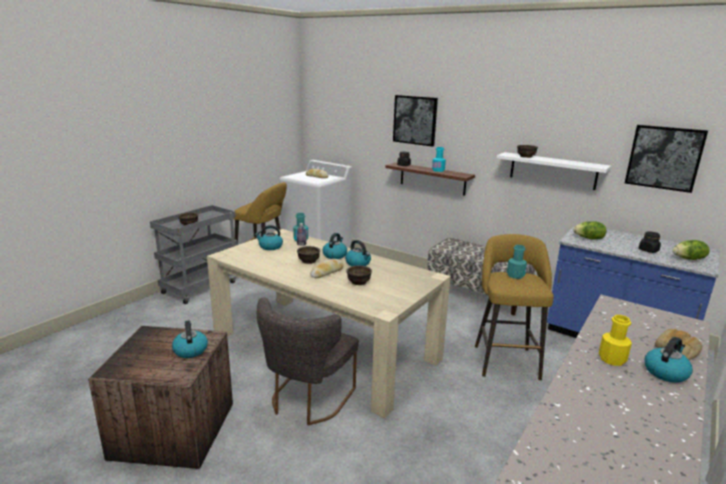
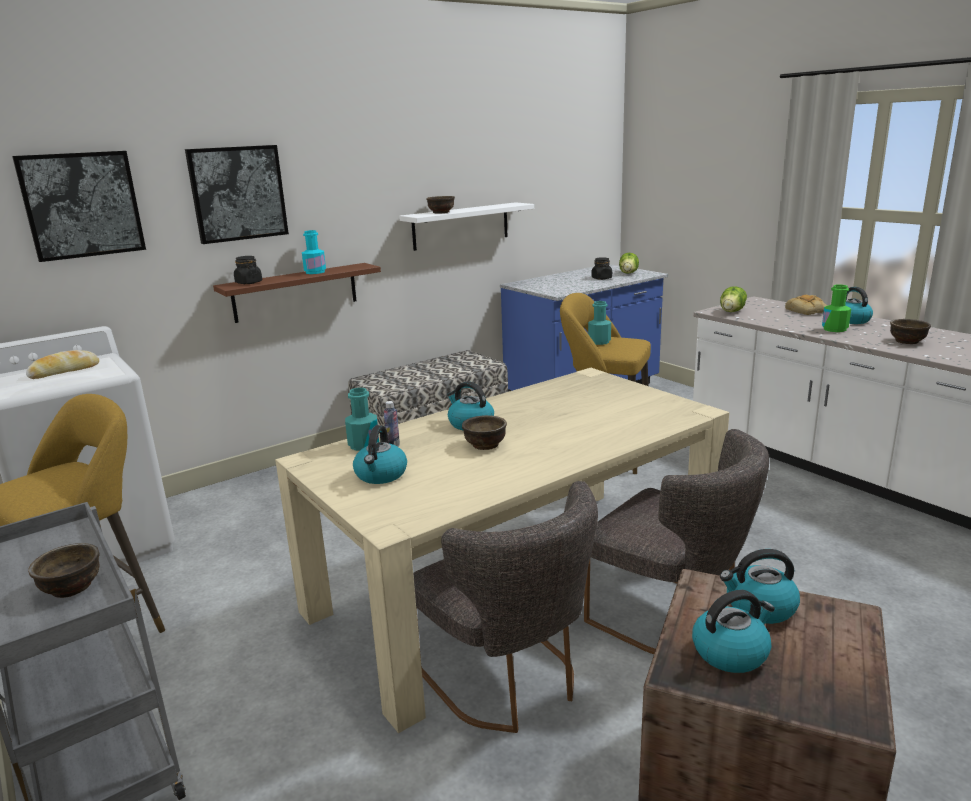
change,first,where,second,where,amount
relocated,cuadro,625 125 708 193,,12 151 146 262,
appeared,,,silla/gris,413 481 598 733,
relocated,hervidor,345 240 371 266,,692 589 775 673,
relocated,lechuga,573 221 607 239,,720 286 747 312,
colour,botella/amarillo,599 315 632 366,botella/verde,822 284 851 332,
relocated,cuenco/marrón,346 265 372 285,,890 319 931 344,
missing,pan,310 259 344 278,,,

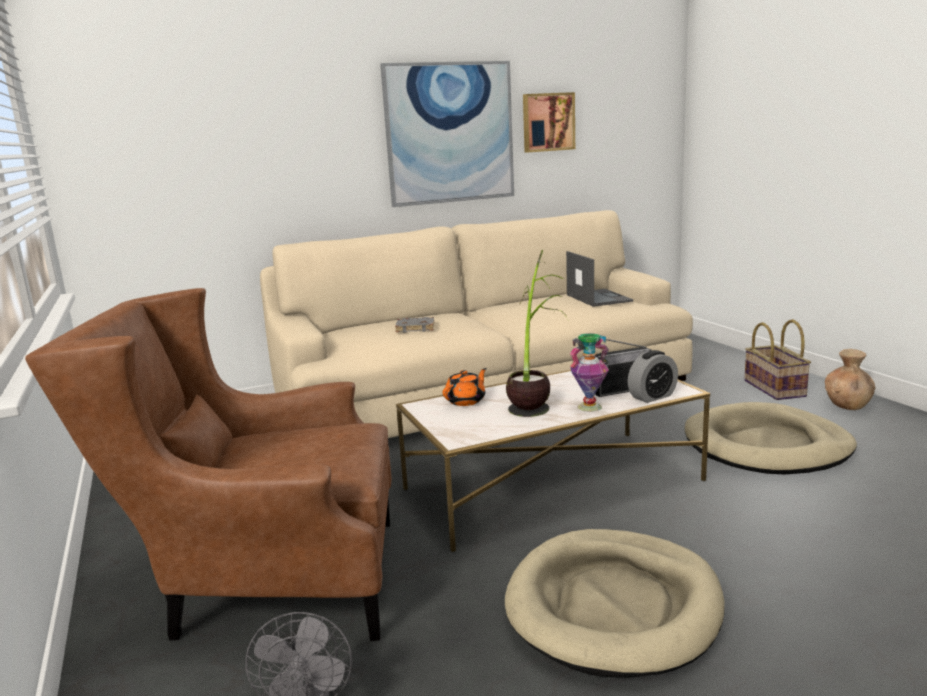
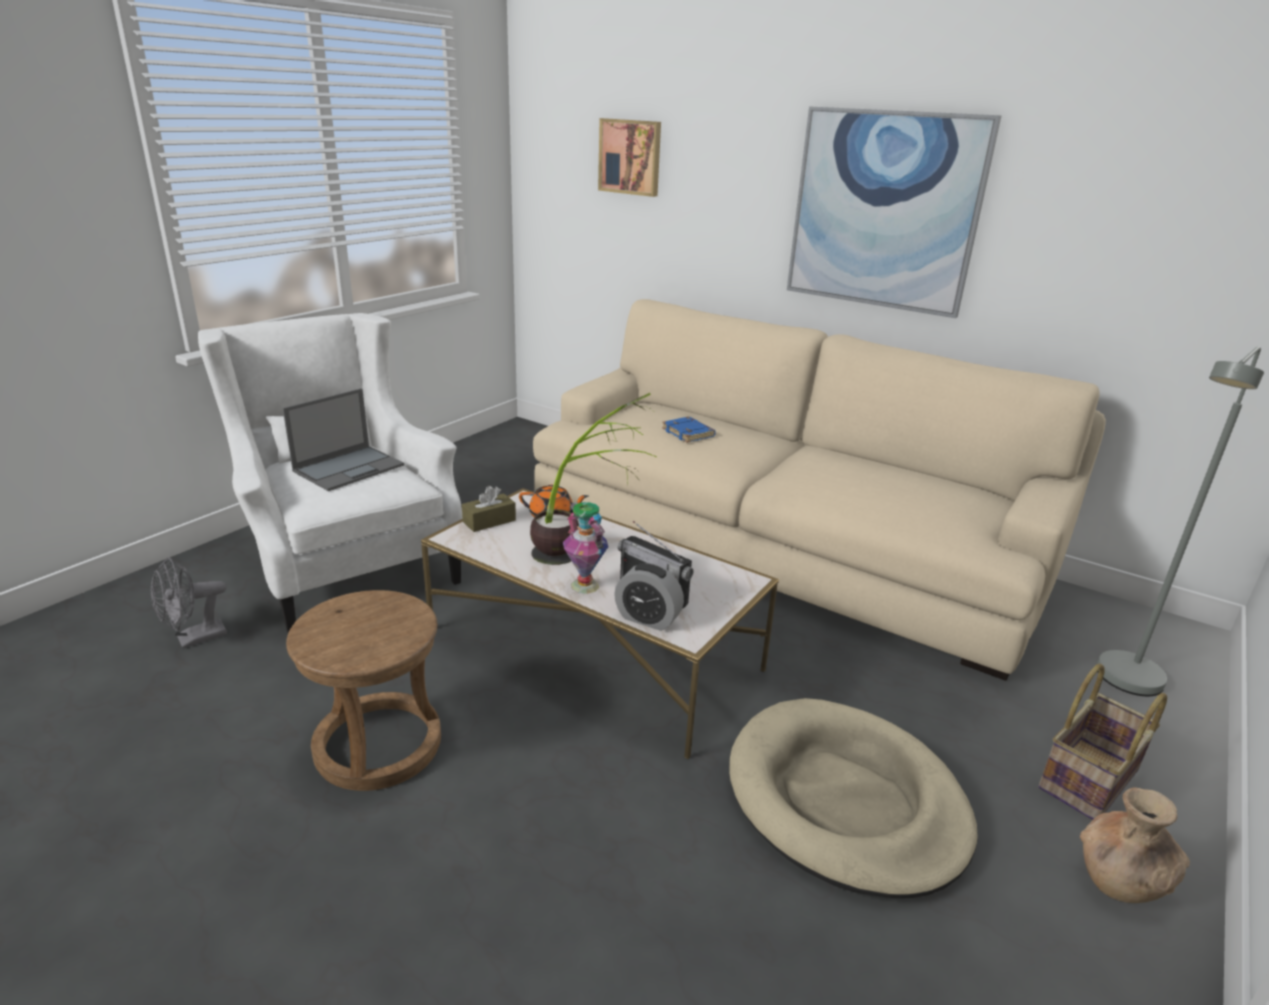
change,first,where,second,where,amount
colour,sillón/marrón,25 288 392 641,sillón/blanco,198 313 462 633,
relocated,portátil,566 251 633 307,,283 388 404 491,
exchanged,cama para perro/beis,505 529 725 678,taburete/marrón,286 590 441 791,
appeared,,,caja de pañuelos/marrón,462 486 516 532,
relocated,cuadro,523 92 575 153,,598 118 661 197,
colour,libro/gris,395 317 434 333,libro/azul,662 417 716 442,
appeared,,,lámpara de pie/gris,1097 347 1264 696,

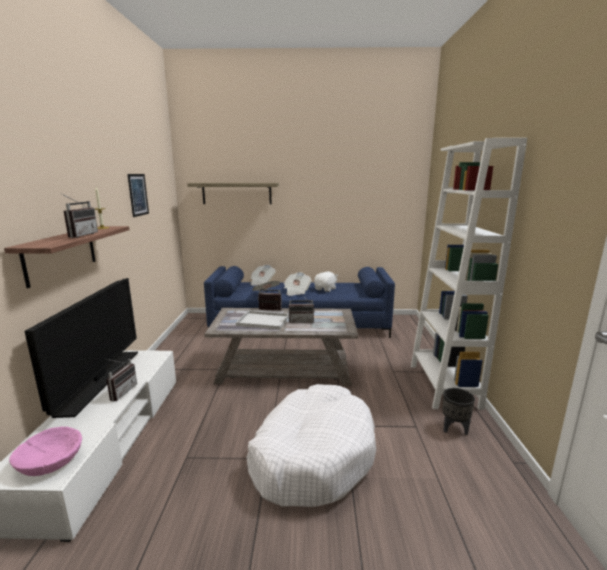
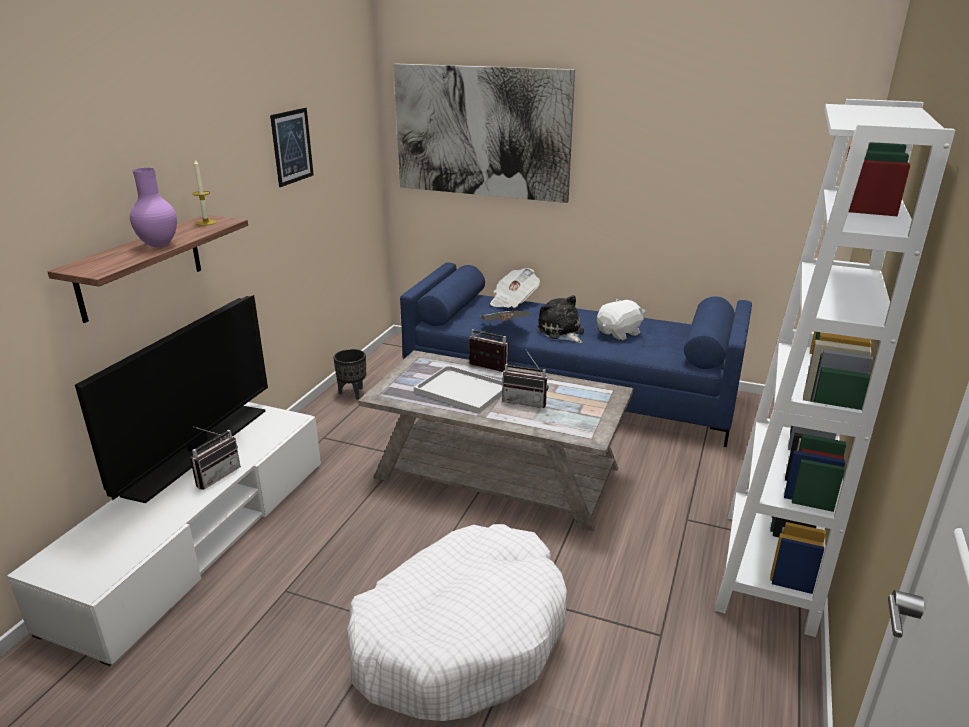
change,first,where,second,where,amount
exchanged,radio,62 194 98 238,florero/morado,130 168 177 247,
relocated,maceta/negro,442 388 475 435,,333 349 366 400,
exchanged,estante,187 183 279 204,cuadro,394 64 575 203,
exchanged,periódico,284 272 312 296,peluche,537 295 584 343,
missing,cuenco/rosa,9 427 82 476,,,

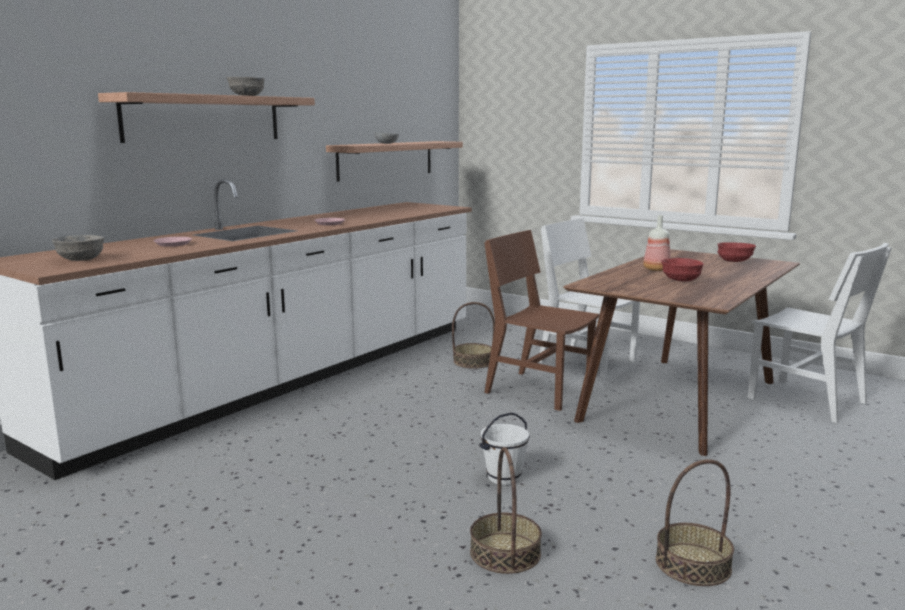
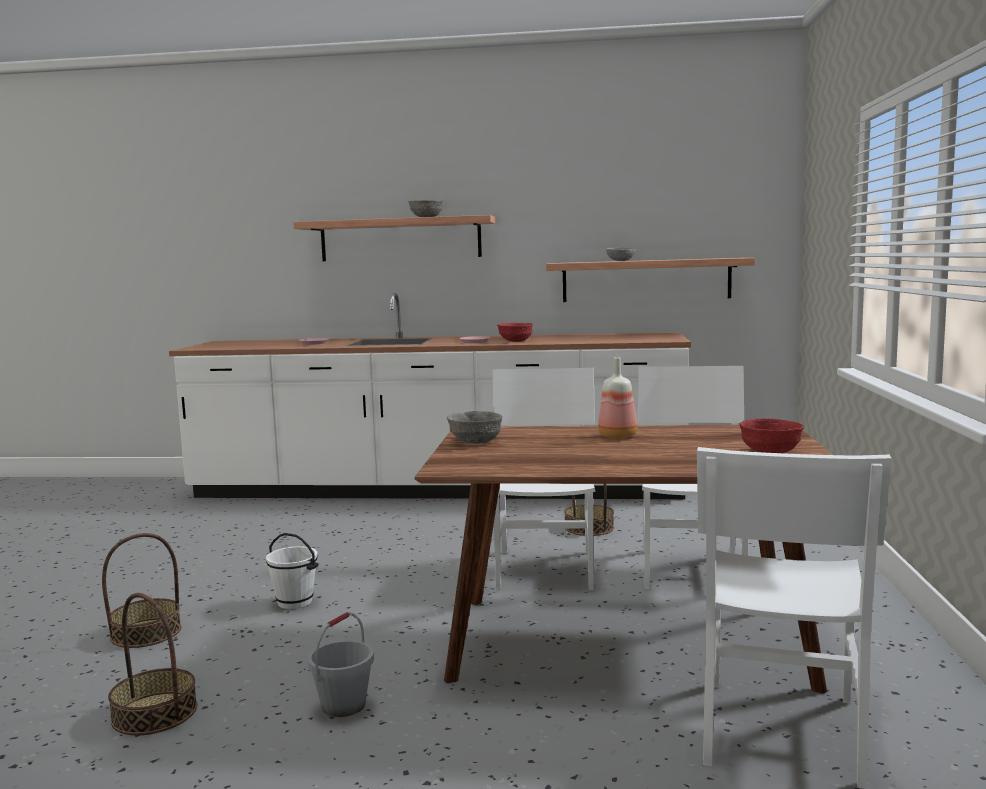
change,first,where,second,where,amount
appeared,,,cubo/gris,307 612 374 717,
relocated,cuenco/gris,52 235 104 261,,447 411 503 443,
colour,silla/marrón,484 230 599 411,silla/blanco,493 368 595 590,
relocated,cuenco/rojo,661 258 704 282,,497 323 533 342,

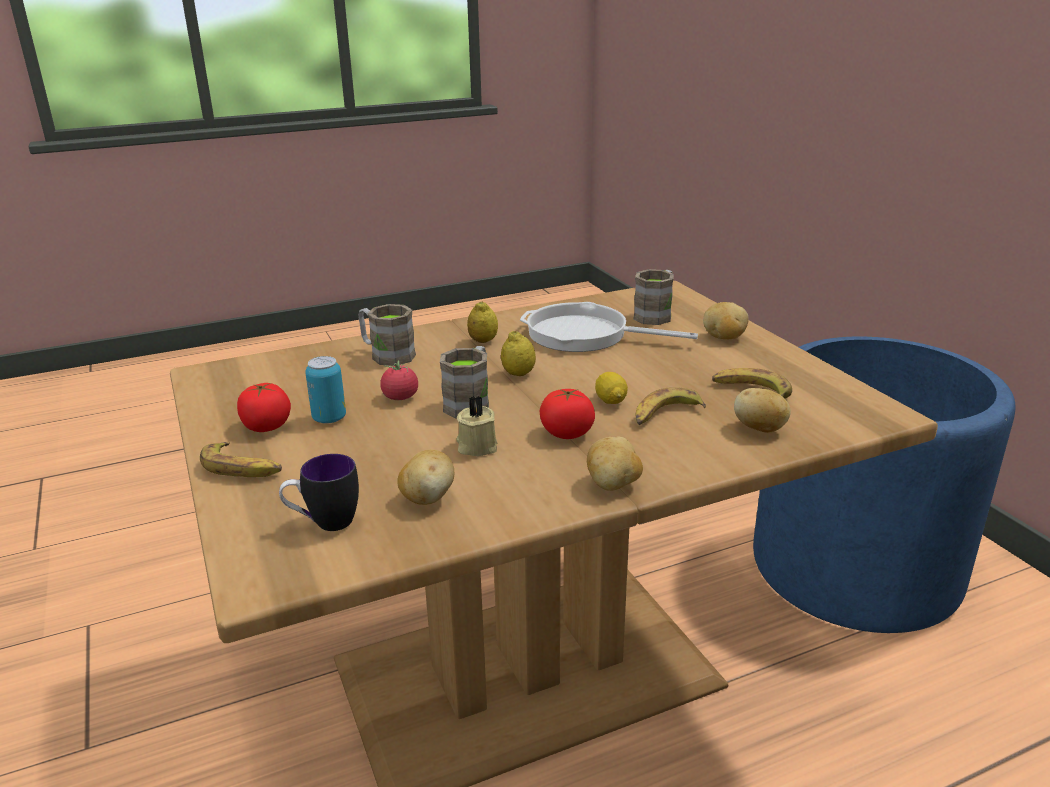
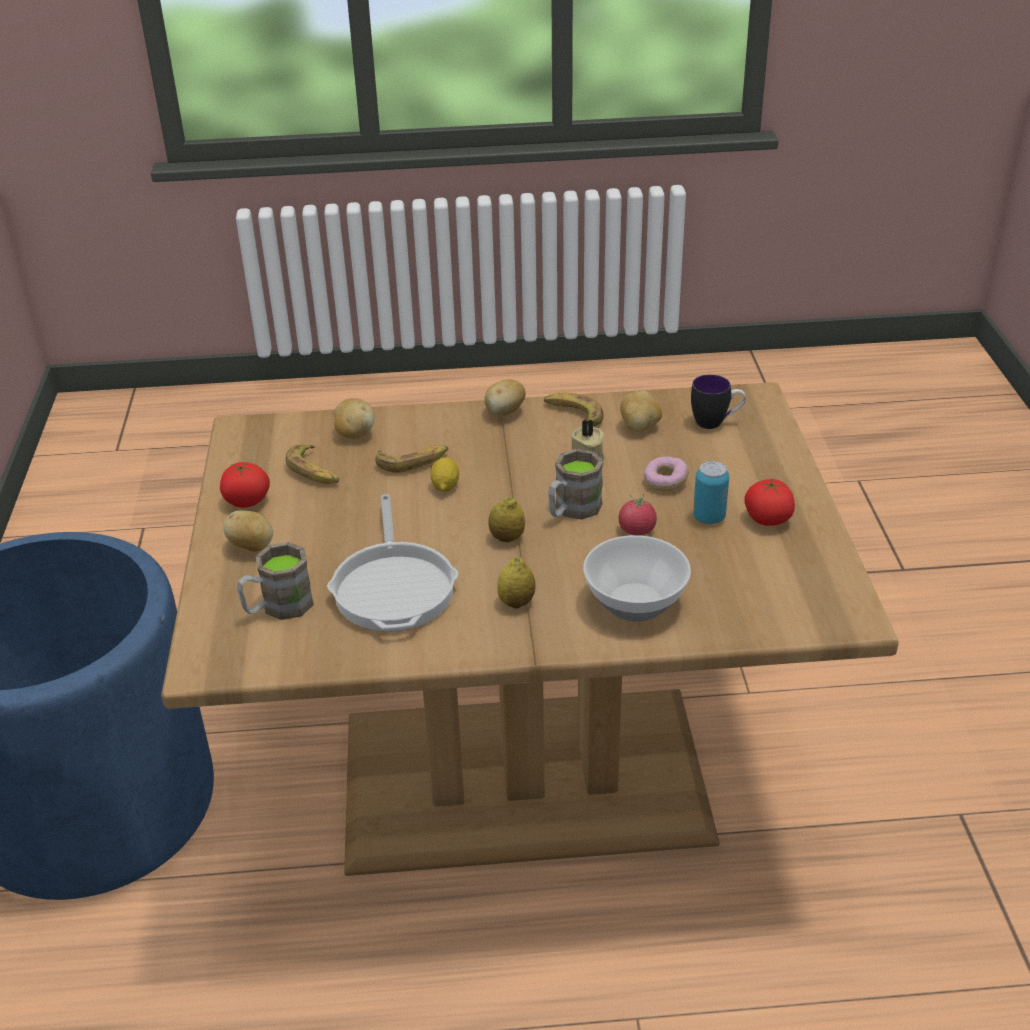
change,first,where,second,where,amount
relocated,tomate,540 389 595 439,,220 462 270 508,
spun,sartén,520 302 698 352,,327 494 459 632,45 degrees clockwise
relocated,plátano,200 442 282 477,,544 392 604 426,
exchanged,taza grande/marrón,358 304 416 366,cuenco,583 535 691 622,
appeared,,,rosquilla,644 457 689 492,

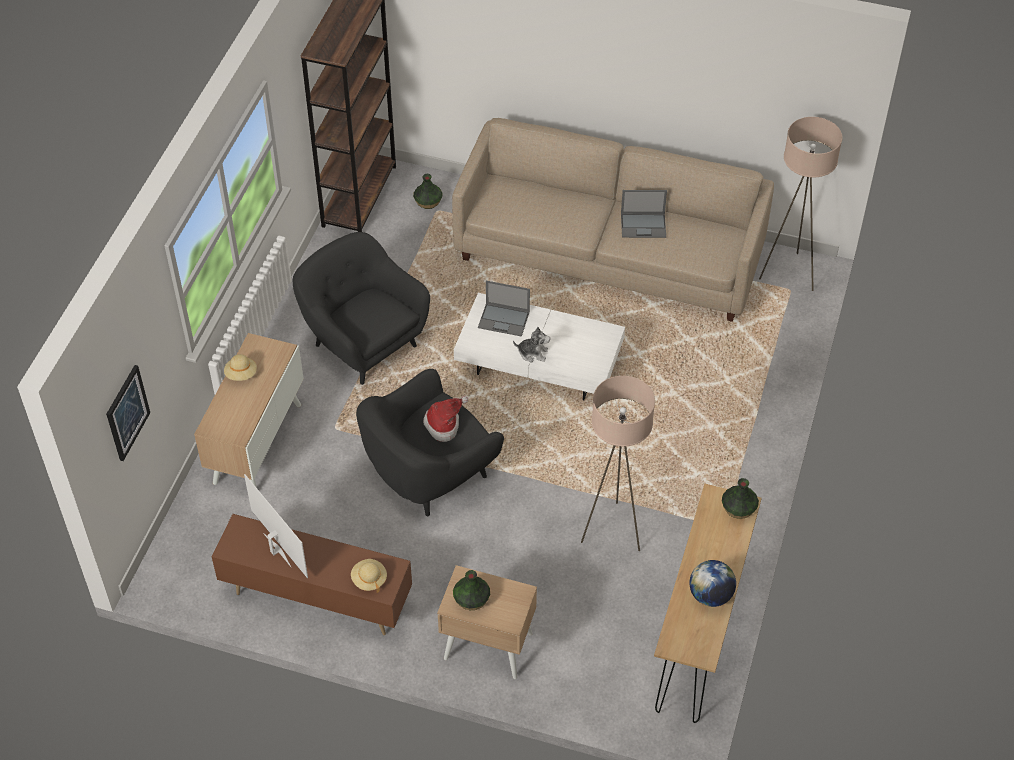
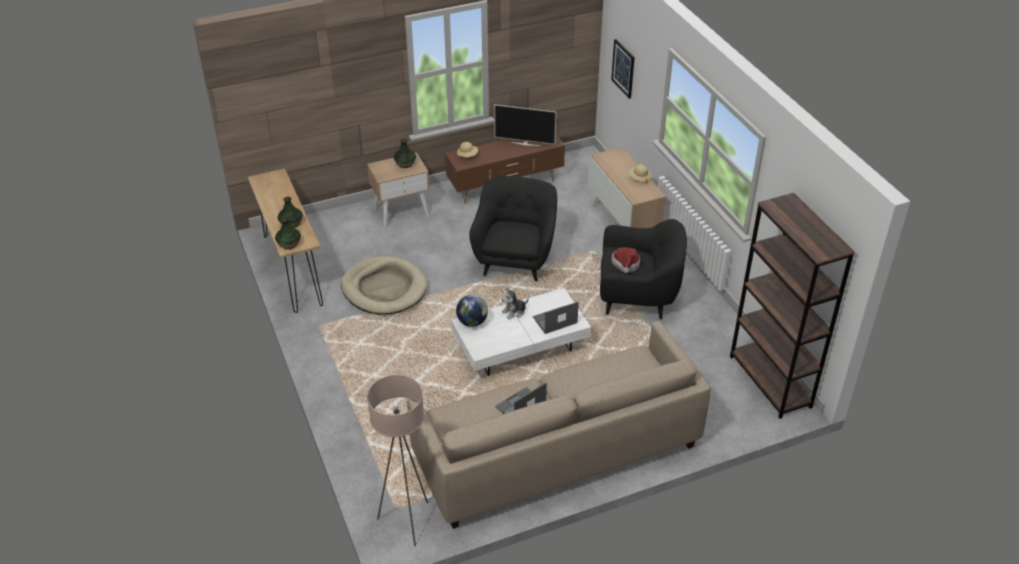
change,first,where,second,where,amount
relocated,florero,413 174 443 209,,277 197 303 228,
exchanged,lámpara de pie/beis,581 376 655 551,cama para perro/beis,341 256 428 314,
relocated,globo terráqueo,689 560 736 607,,456 295 488 327,
relocated,sombrero,423 396 468 442,,612 247 640 273,

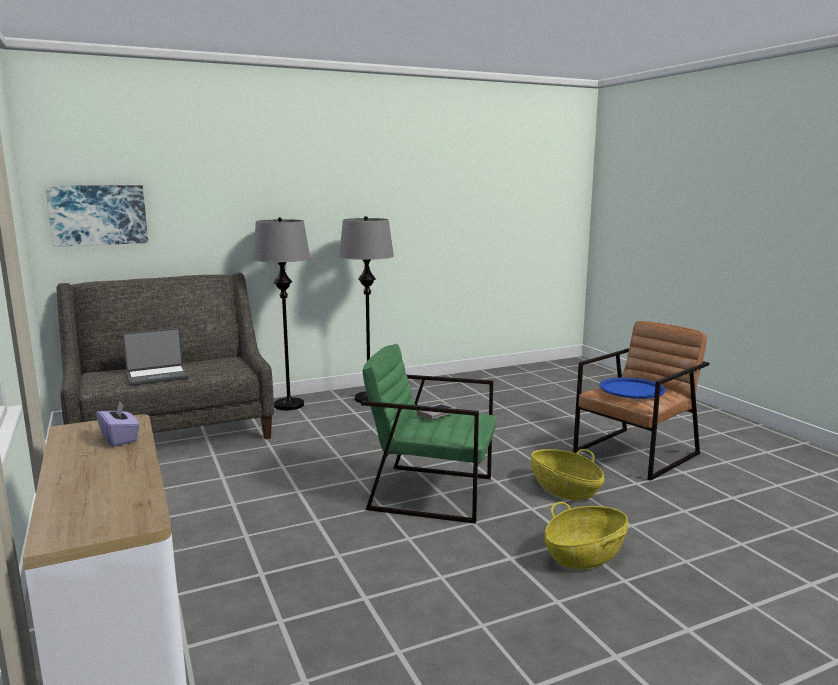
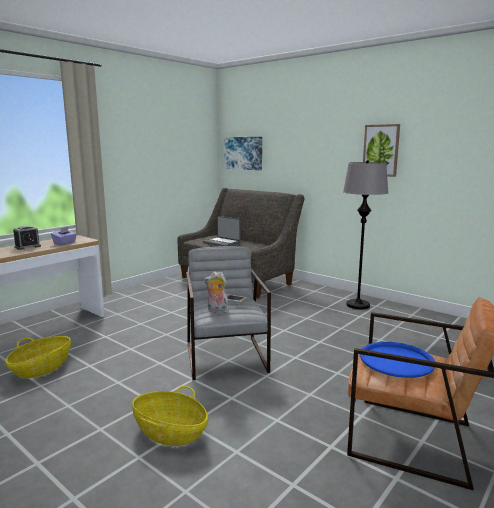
change,first,where,second,where,amount
relocated,cesta,531 449 604 501,,6 336 71 378,
appeared,,,despertador,13 226 41 250,
colour,sillón/verde,361 344 496 524,sillón/gris,186 246 271 380,
appeared,,,peluche,204 271 229 313,
appeared,,,cuadro,363 124 400 177,
missing,lámpara de pie/gris,253 217 310 410,,,

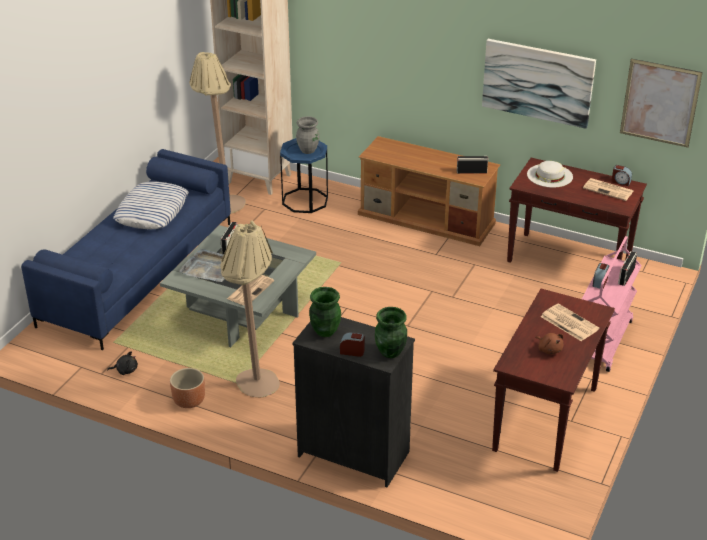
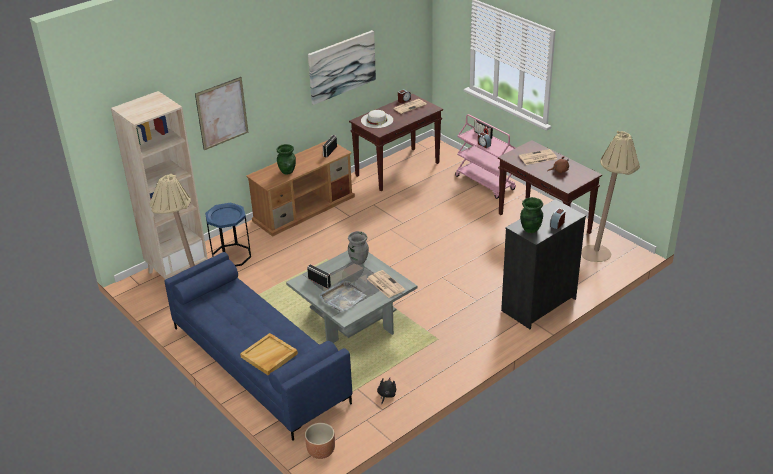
change,first,where,second,where,amount
relocated,cuadro,620 59 703 148,,195 77 248 150,
appeared,,,bandeja/beis,240 333 298 376,
relocated,florero/verde,375 307 407 358,,276 144 296 175,
relocated,maceta/marrón,170 368 205 408,,305 423 335 459,
relocated,florero/gris,296 116 319 154,,348 231 369 265,
relocated,lámpara de pie/beis,220 220 280 397,,581 131 640 262,
missing,cojín,114 181 188 229,,,

